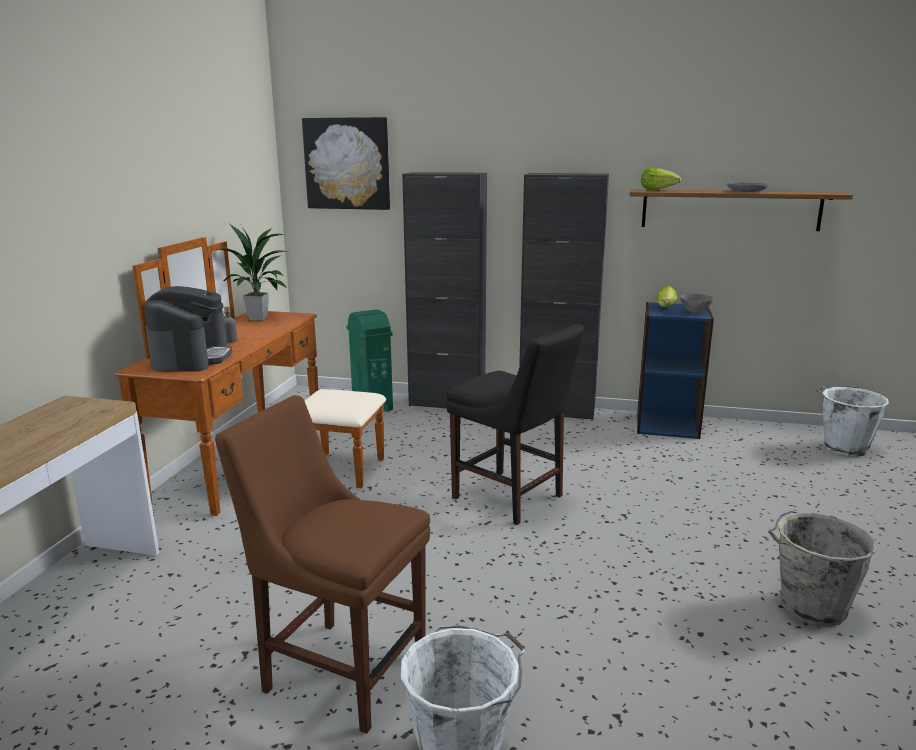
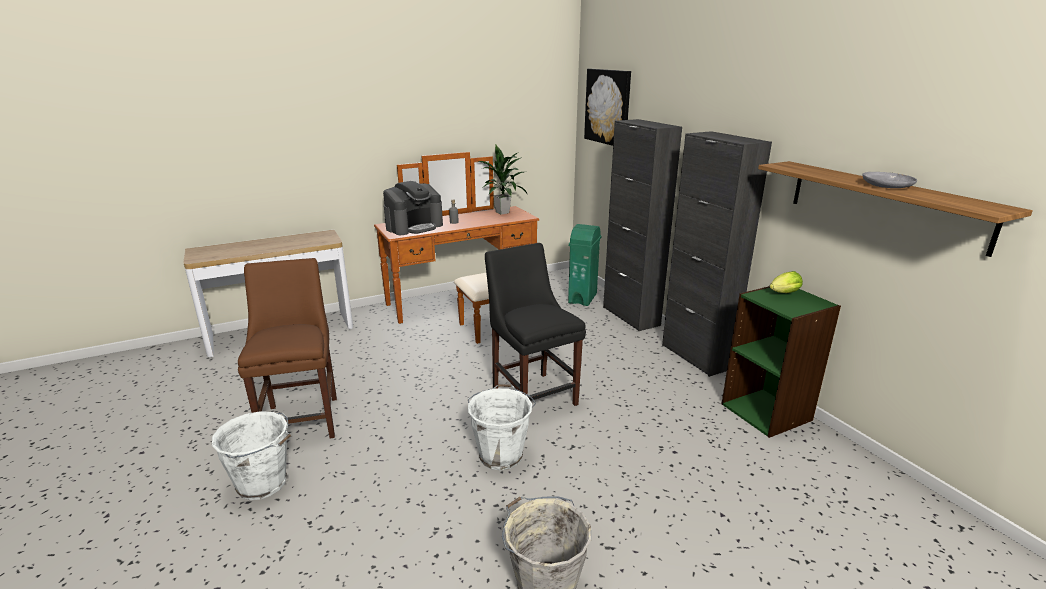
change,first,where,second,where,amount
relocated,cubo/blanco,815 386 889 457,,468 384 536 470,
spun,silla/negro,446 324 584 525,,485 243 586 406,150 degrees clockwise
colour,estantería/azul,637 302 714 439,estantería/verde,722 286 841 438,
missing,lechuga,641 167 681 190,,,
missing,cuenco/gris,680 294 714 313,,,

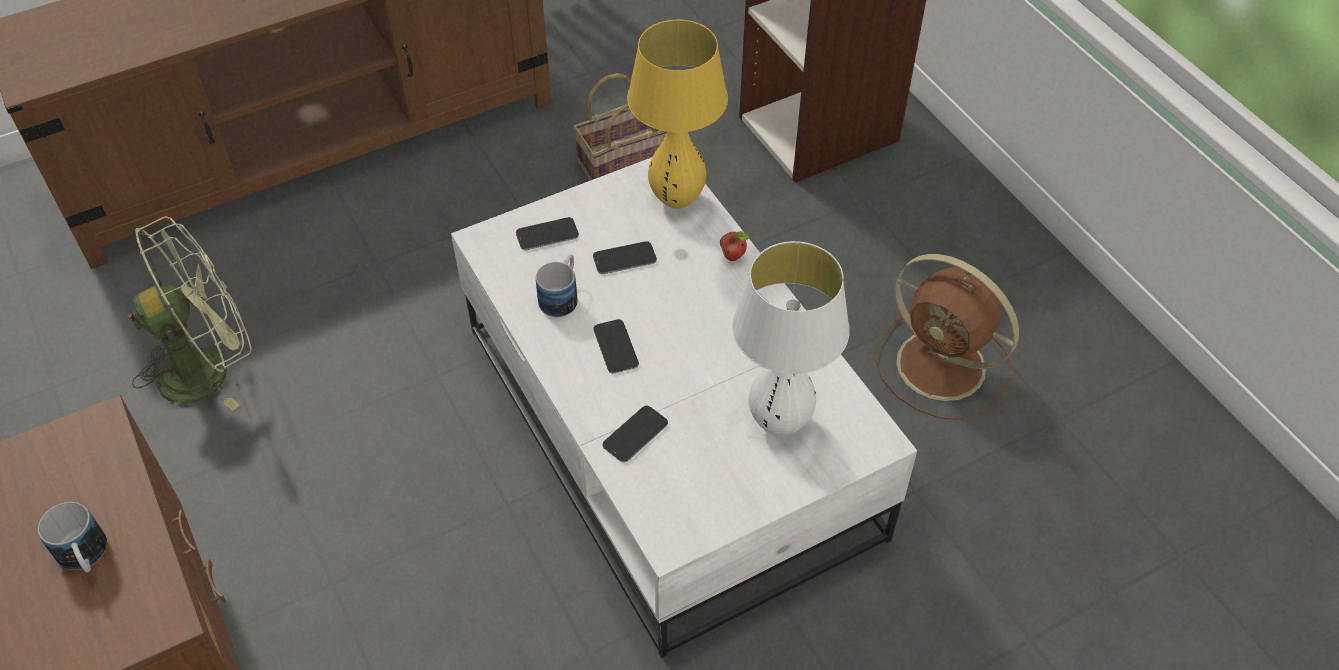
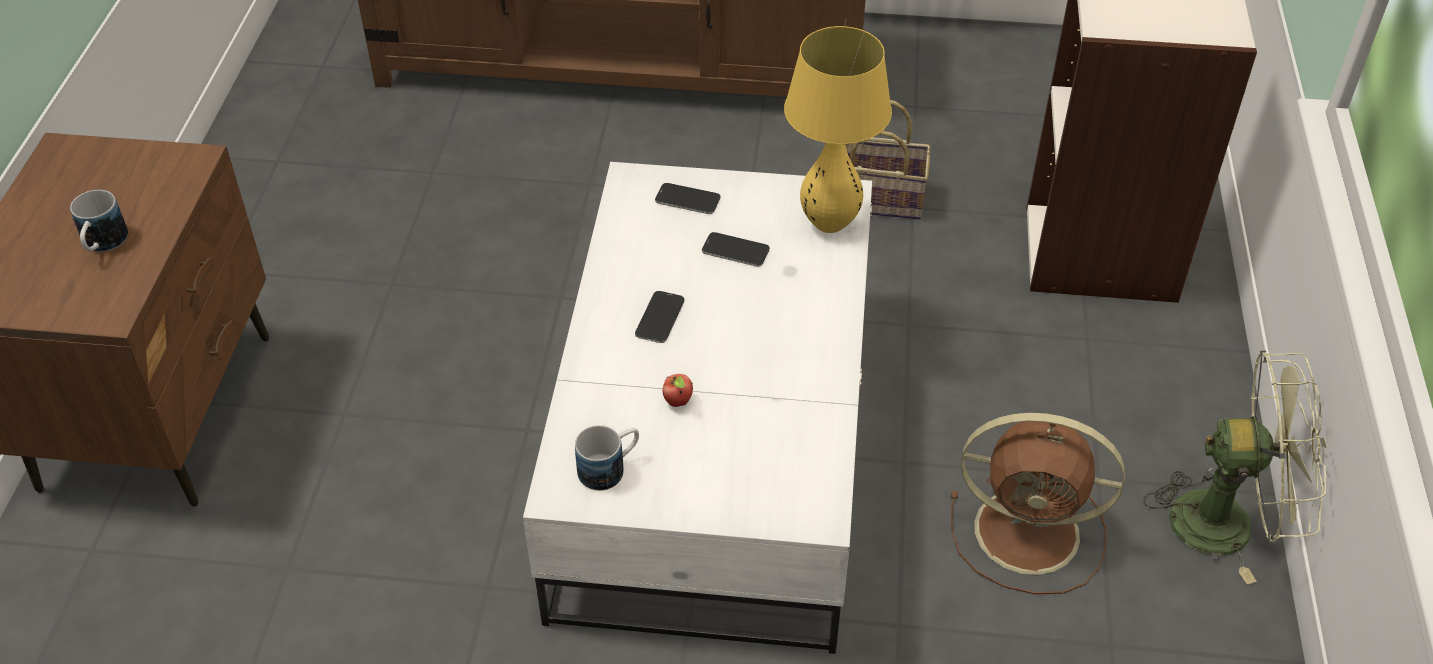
change,first,where,second,where,amount
relocated,taza grande,536 254 578 317,,575 425 639 491,
relocated,manzana,720 231 750 261,,663 374 693 407,
spun,ventilador/marrón,876 254 1019 419,,951 413 1125 594,60 degrees counterclockwise
relocated,ventilador/verde,128 216 252 411,,1144 351 1326 584,
missing,móvil,602 406 668 463,,,
missing,lámpara de mesa/blanco,732 241 850 435,,,

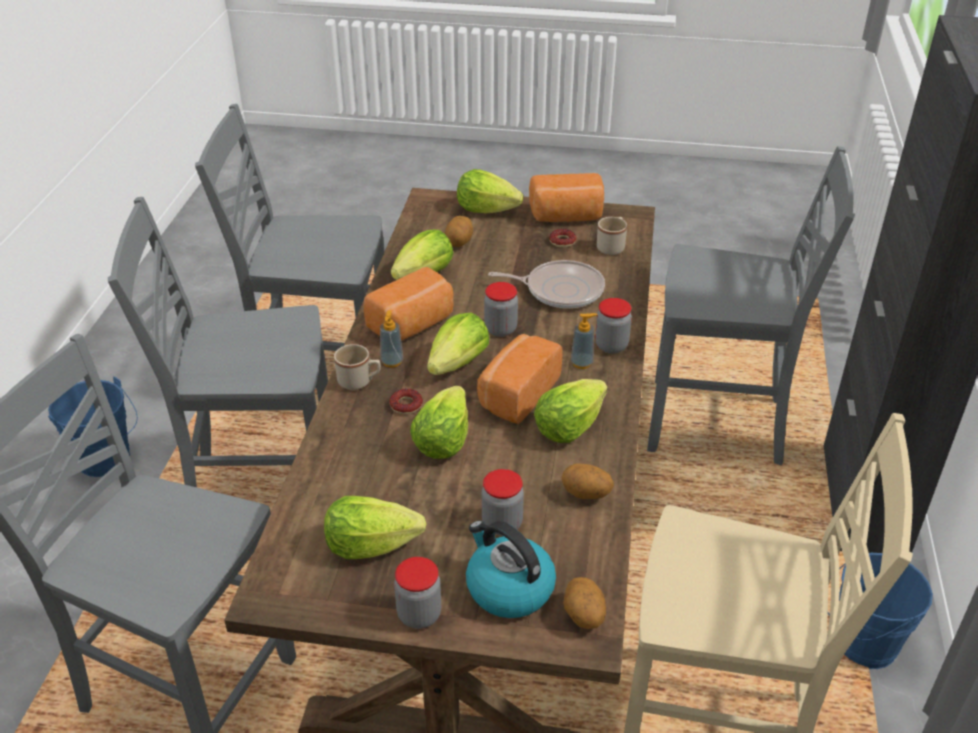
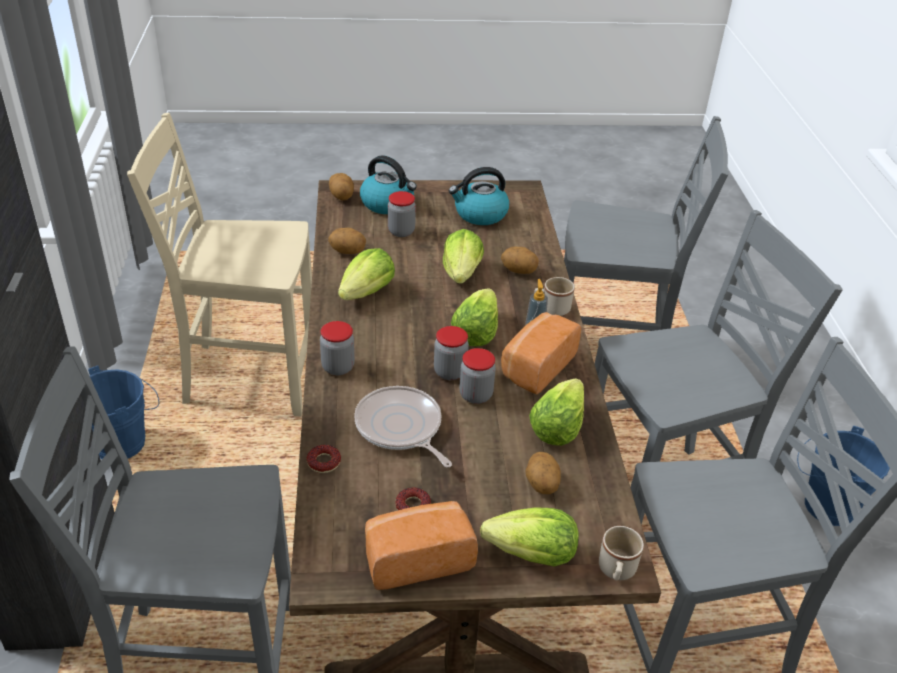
change,first,where,second,where,amount
relocated,rosquilla,389 389 423 414,,307 445 341 473,
spun,sartén,488 260 605 308,,354 386 452 468,60 degrees clockwise
exchanged,lechuga,324 496 426 559,hervidor,449 167 510 225,
relocated,tarro,394 557 441 629,,459 348 496 404,
appeared,,,patata,501 246 539 274,
relocated,taza grande/beis,597 217 627 255,,599 526 644 580,
missing,pan,477 334 563 424,,,
missing,dispensador de jabón,571 313 597 369,,,

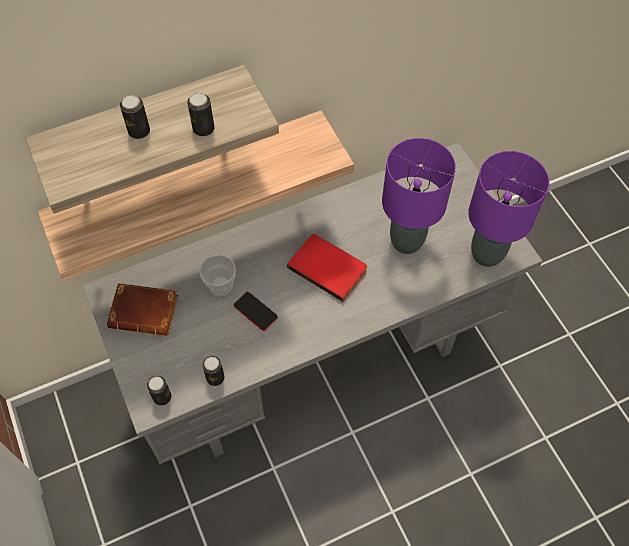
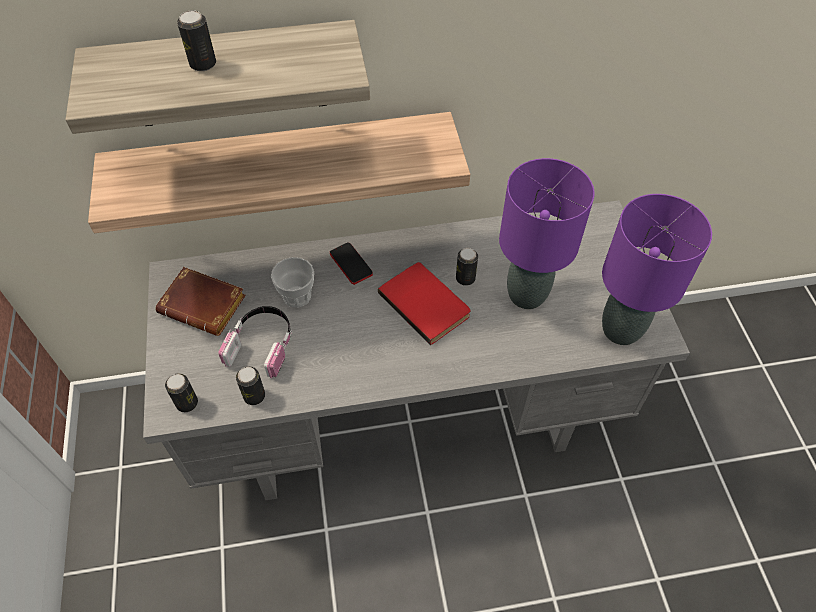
change,first,where,second,where,amount
appeared,,,auriculares,218 306 292 378,
relocated,móvil,234 292 278 331,,330 242 373 285,
relocated,lata,187 93 214 136,,456 248 478 286,

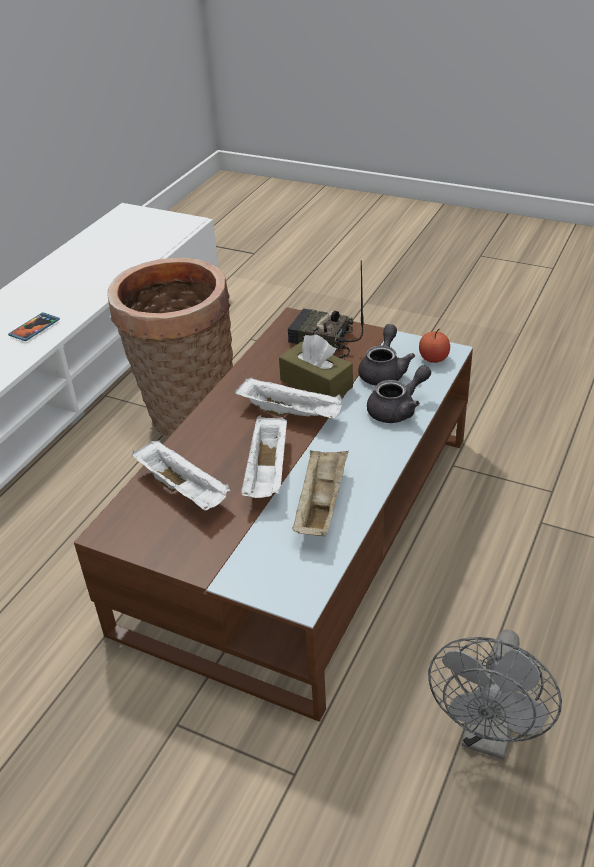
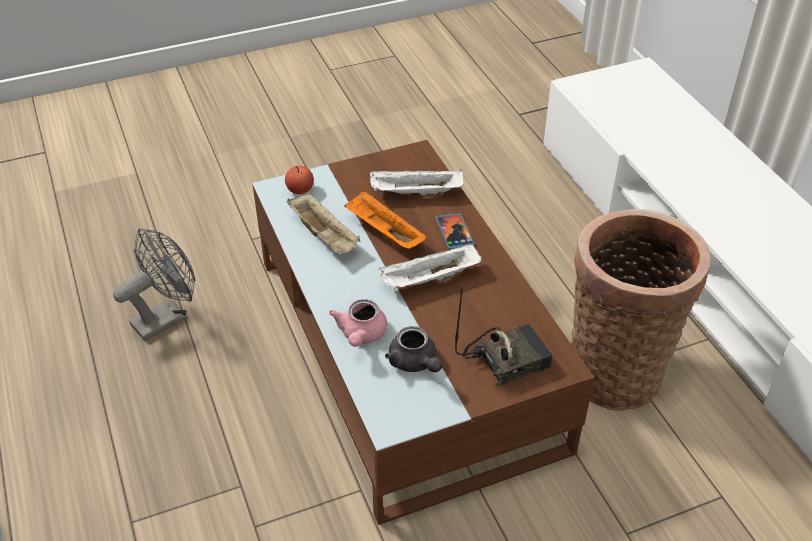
change,first,where,second,where,amount
spun,ventilador/gris,428 630 562 760,,113 228 195 341,75 degrees clockwise
relocated,manzana,419 329 450 363,,285 166 314 194,
colour,tetera/gris,367 365 431 423,tetera/rosa,329 299 387 347,
colour,bandeja/blanco,241 415 287 498,bandeja/naranja,344 190 428 249,
relocated,móvil,8 312 60 341,,436 213 475 250,
missing,caja de pañuelos/marrón,279 334 353 397,,,

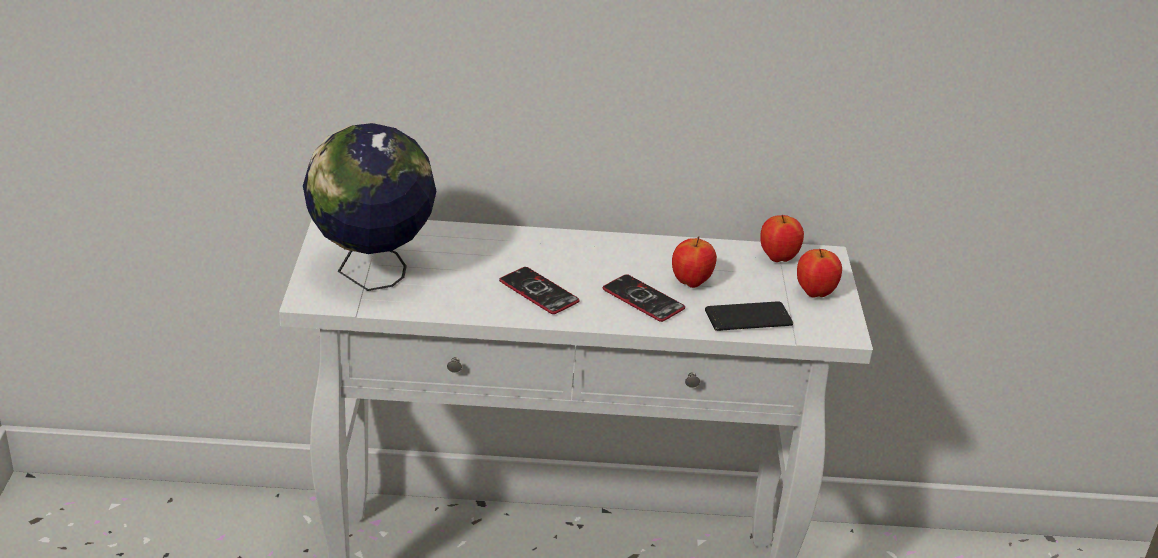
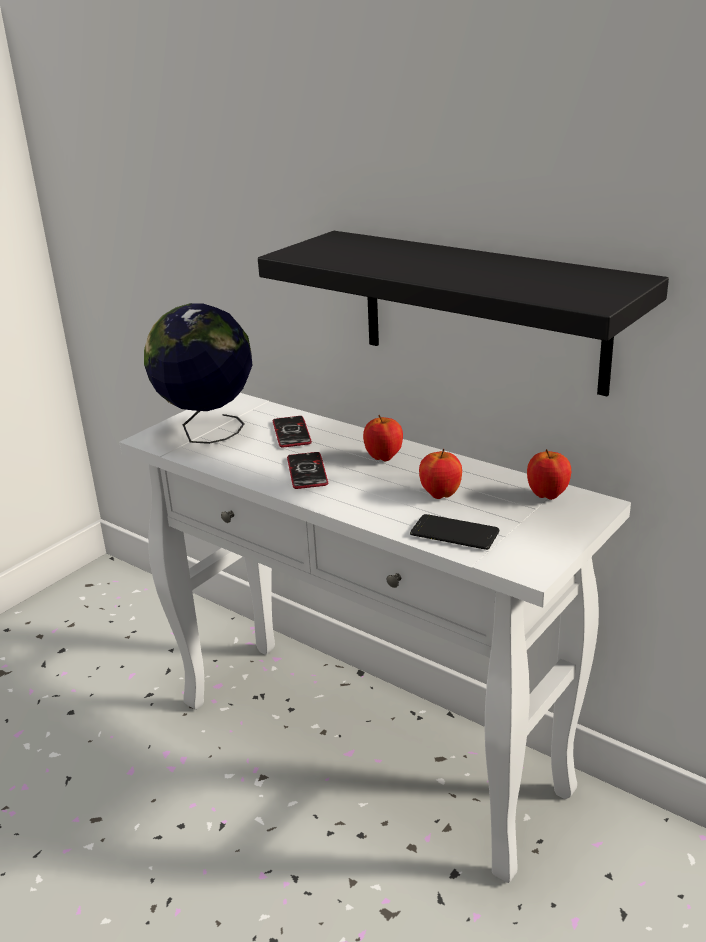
change,first,where,second,where,amount
appeared,,,estante/negro,258 231 669 396,
relocated,móvil,603 274 685 322,,273 416 312 448,
relocated,manzana,797 249 842 298,,363 415 403 461,

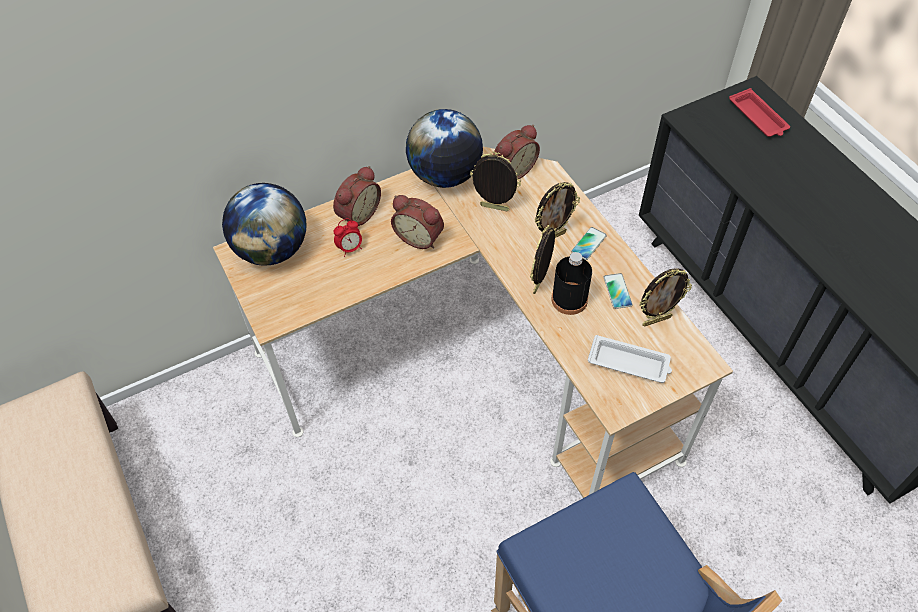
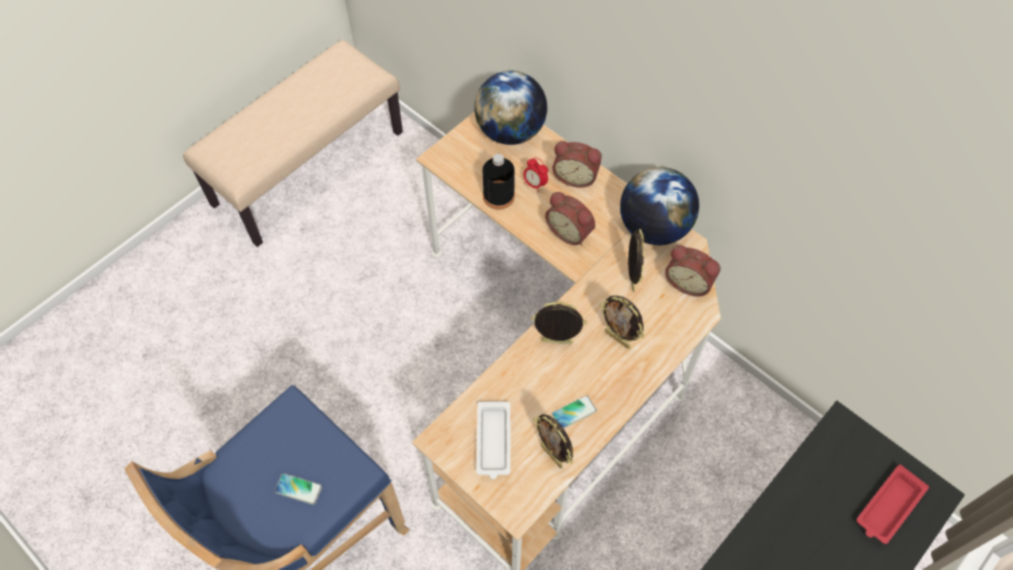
change,first,where,second,where,amount
relocated,móvil,571 227 607 260,,274 473 322 505,
relocated,botella/negro,551 252 592 315,,482 154 515 210,
spun,despertador,391 195 444 249,,545 192 595 245,60 degrees counterclockwise

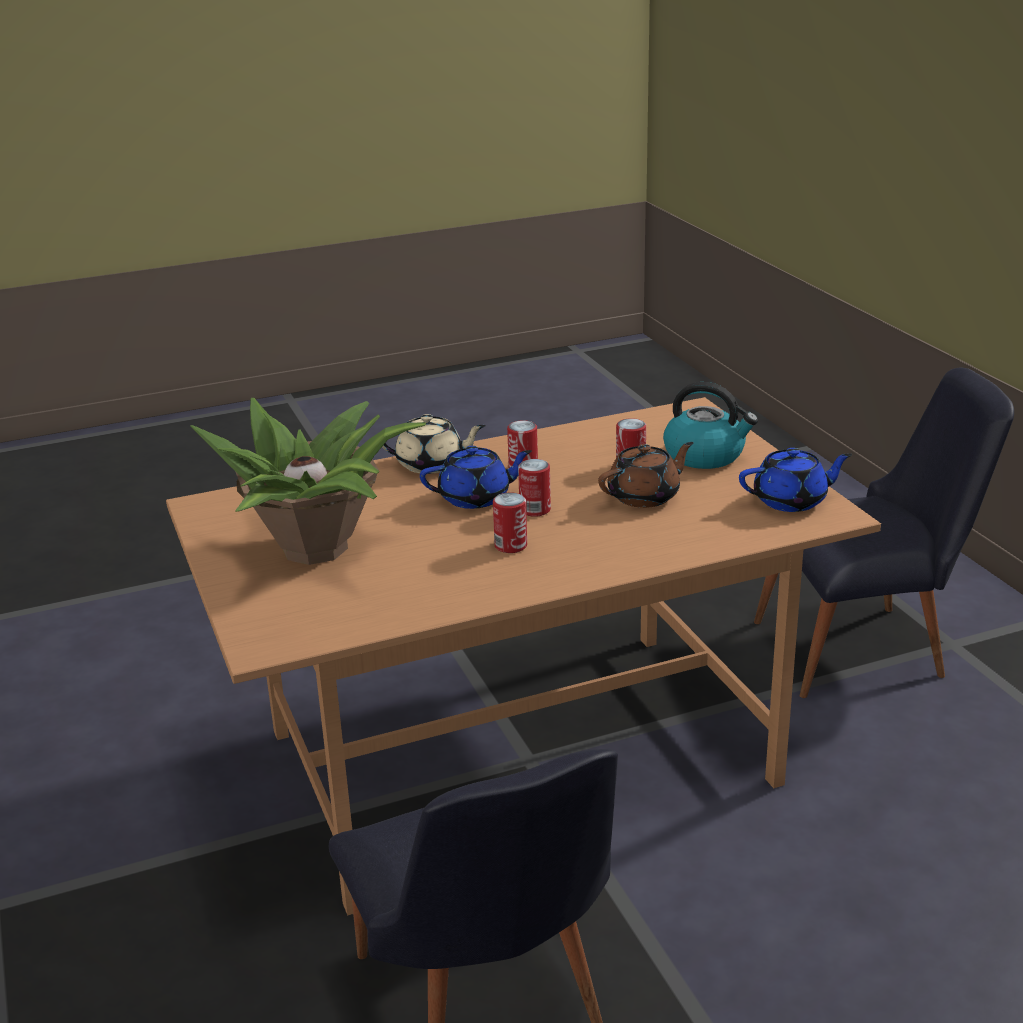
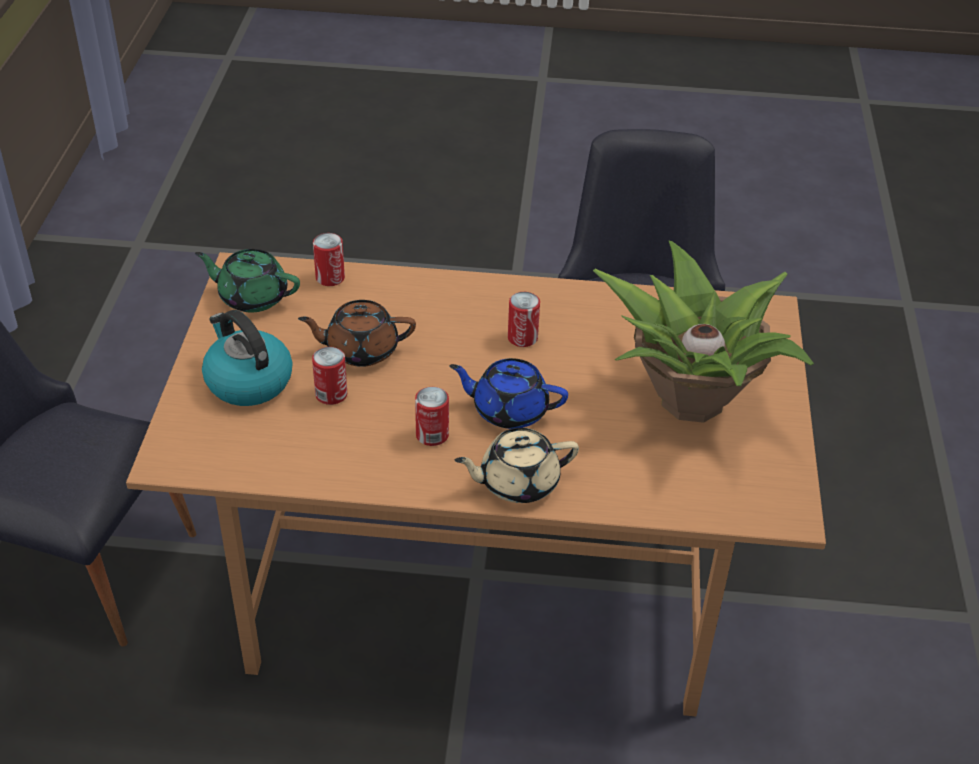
change,first,where,second,where,amount
colour,tetera/azul,739 448 852 512,tetera/verde,195 249 300 313,
relocated,lata,518 459 551 517,,313 233 345 286,
spun,tetera/beis,382 414 486 474,,455 428 579 503,45 degrees counterclockwise

